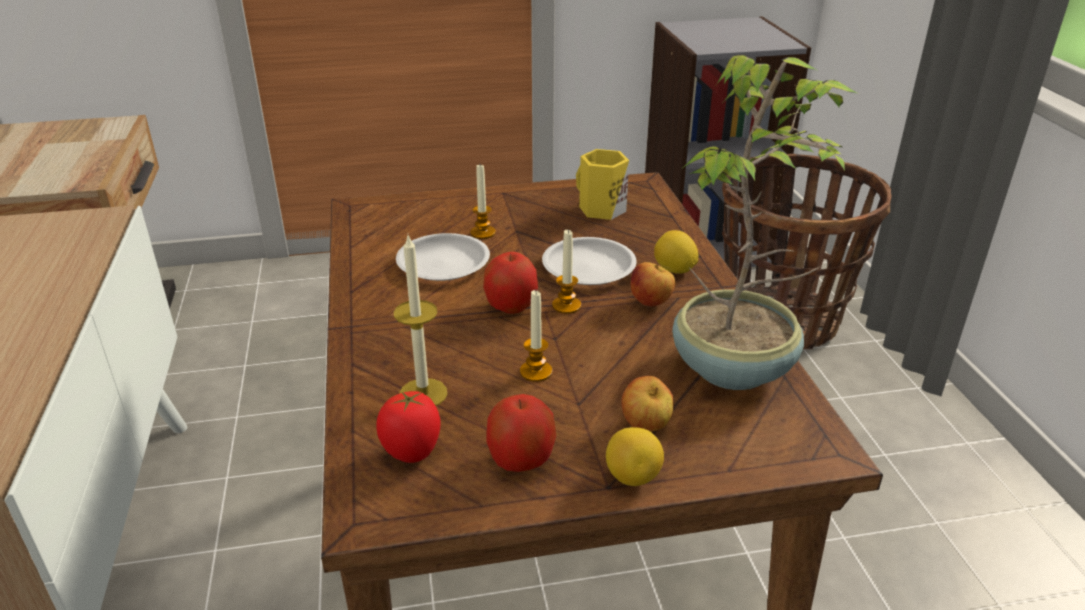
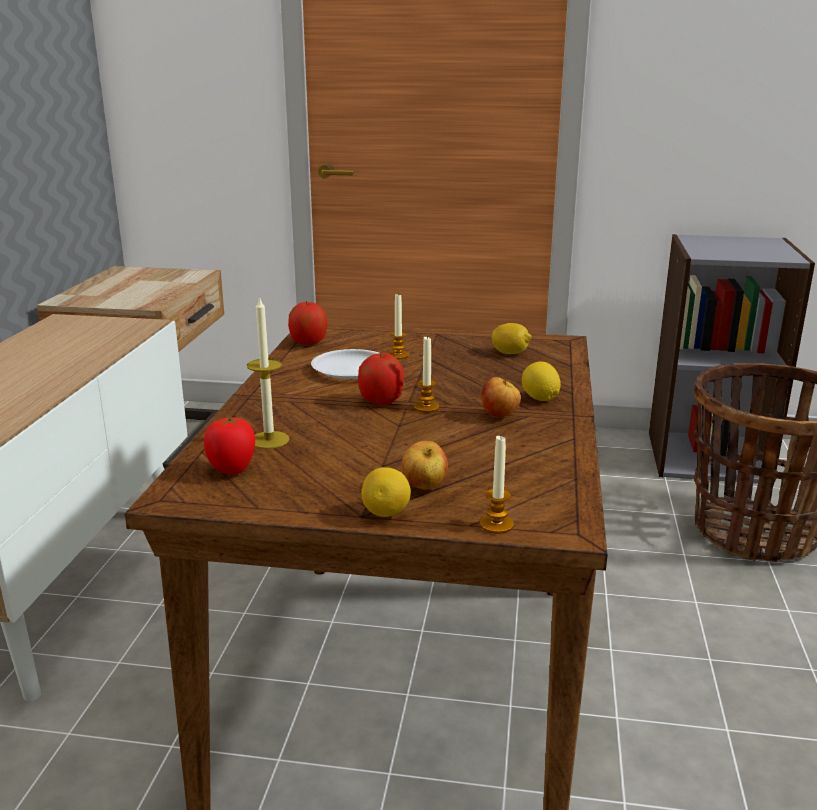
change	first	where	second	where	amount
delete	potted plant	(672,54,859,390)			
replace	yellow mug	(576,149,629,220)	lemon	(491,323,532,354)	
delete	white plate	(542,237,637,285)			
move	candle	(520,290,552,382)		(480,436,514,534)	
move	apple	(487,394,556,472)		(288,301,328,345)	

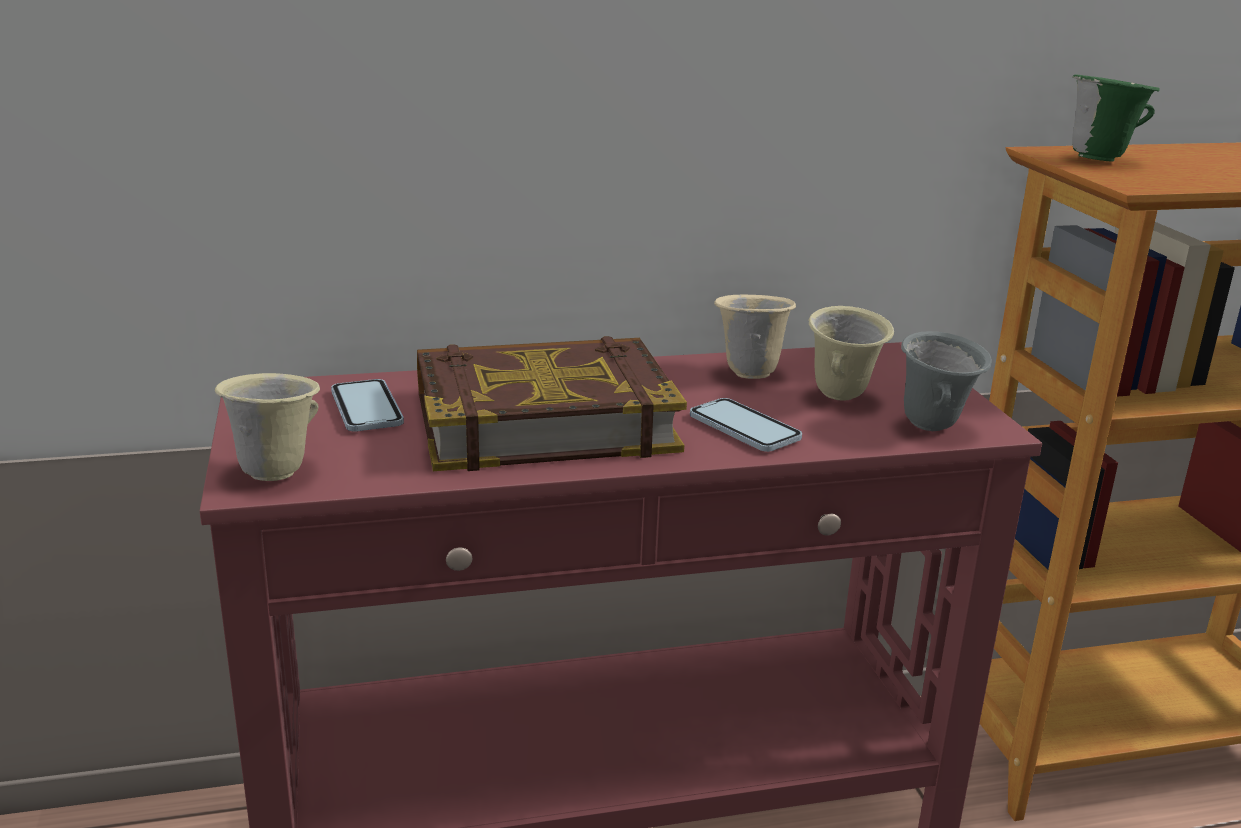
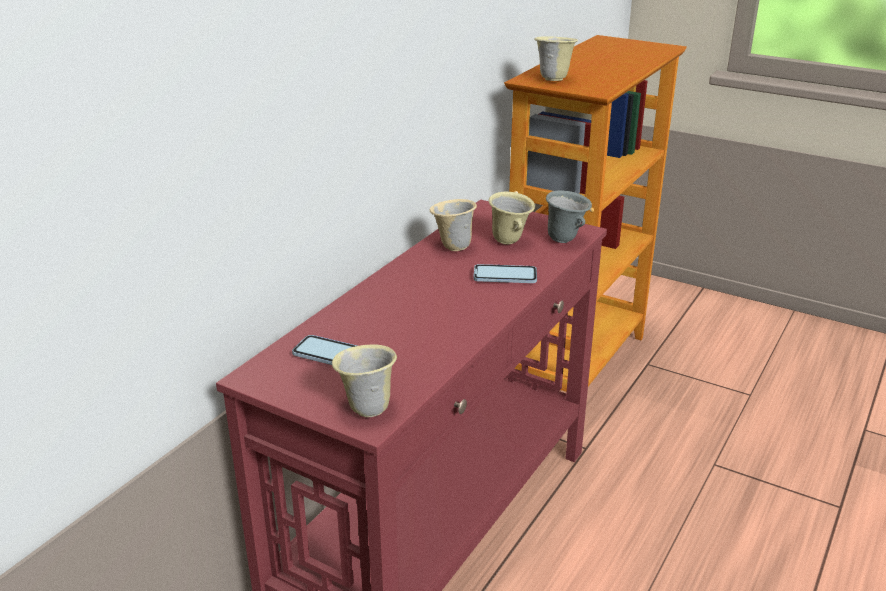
change	first	where	second	where	amount
recolor	green mug	(1072,74,1160,162)	beige mug	(534,36,578,81)	
delete	book	(417,336,687,471)			

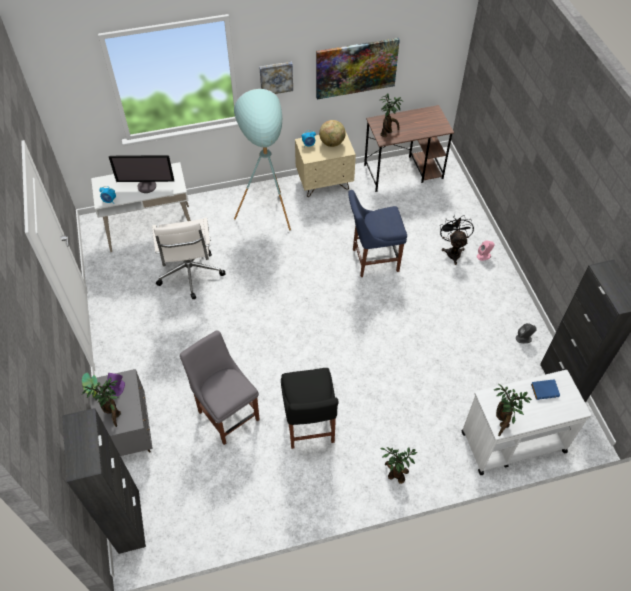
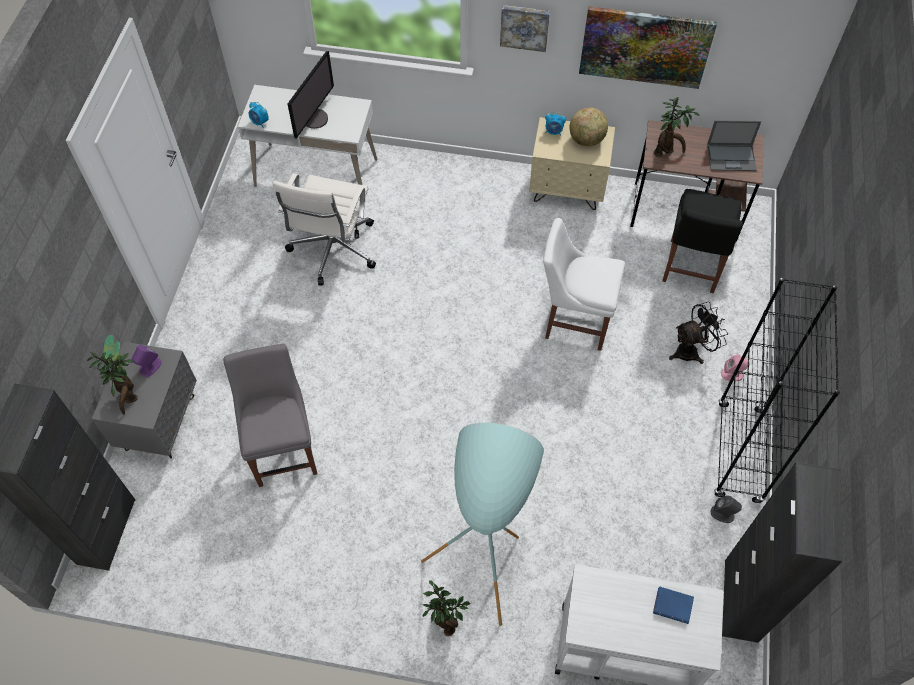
change	first	where	second	where	amount
move	turquoise floor lamp	(234,89,291,230)		(421,423,544,626)	
rotate	monitor	(109,155,175,193)		(287,51,334,139)	90 degrees counterclockwise
recolor	blue chair	(348,190,407,277)	white chair	(543,218,625,351)	
rotate	black fan	(440,215,474,265)		(669,301,728,364)	45 degrees clockwise
move	black chair	(281,368,339,449)		(662,189,743,293)	
delete	potted plant	(494,384,532,436)			
insert			laptop	(707,120,761,171)	
insert			black bookcase	(714,278,840,504)	

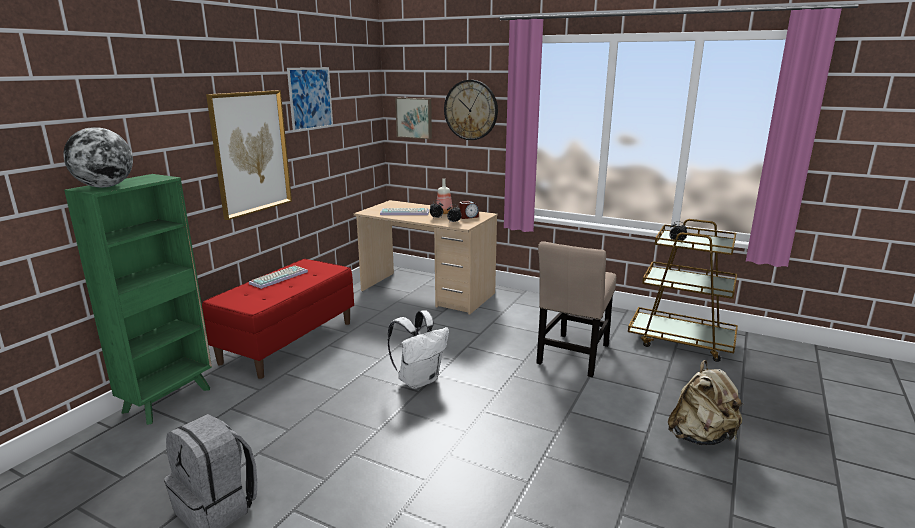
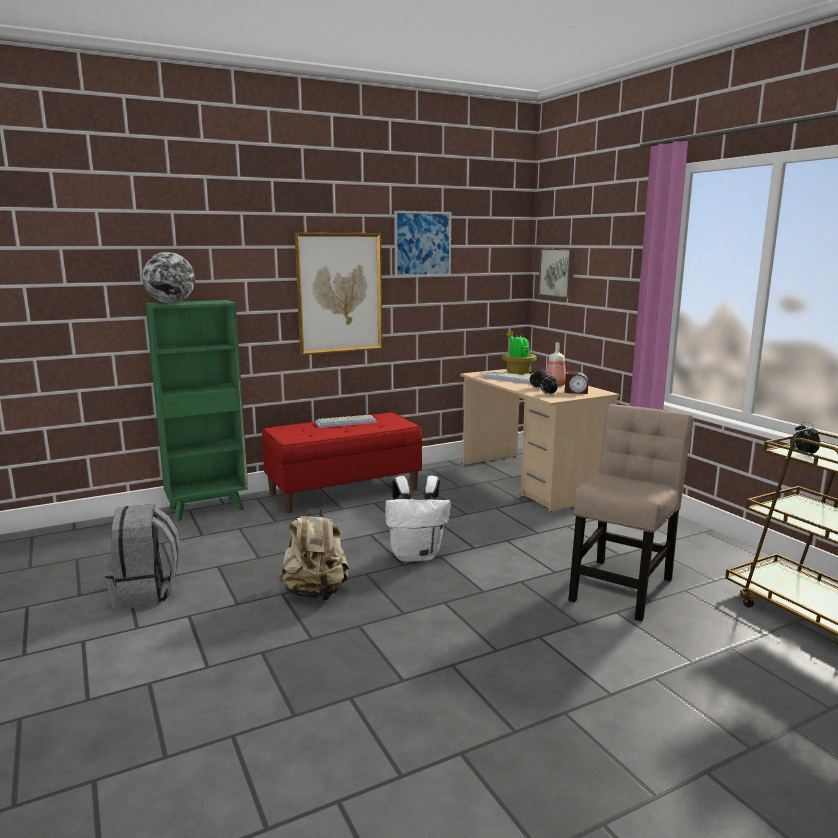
change	first	where	second	where	amount
delete	wall clock	(444,80,498,140)			
rotate	beige chair	(536,241,616,377)		(568,404,693,621)	150 degrees clockwise
move	beige backpack	(668,360,744,445)		(279,505,349,601)	
insert			potted plant	(502,331,537,374)	

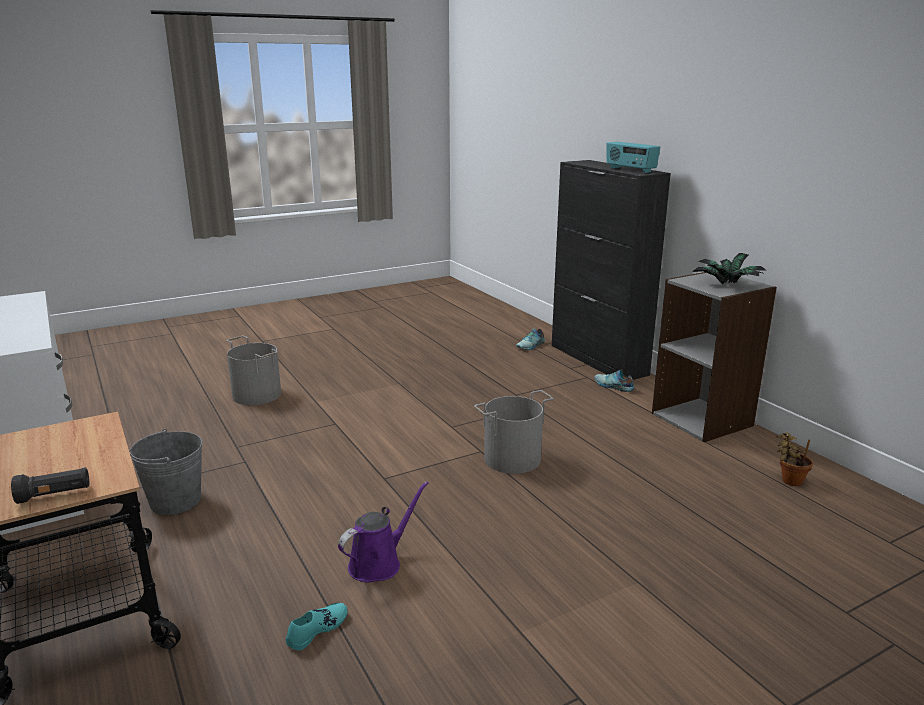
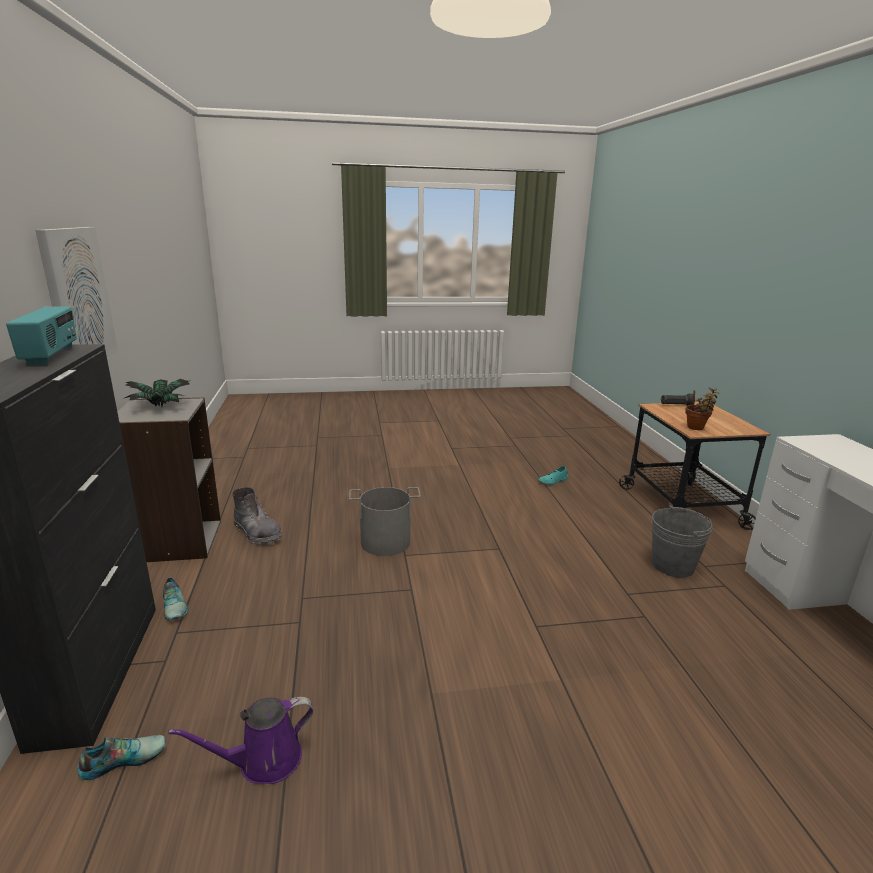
change	first	where	second	where	amount
delete	grey bucket	(226,336,281,405)			
move	potted plant	(777,432,813,486)		(685,388,720,430)	
move	purple watering can	(338,481,428,583)		(168,697,313,784)	
insert			picture	(35,227,118,357)	
insert			grey boot	(232,487,282,545)	

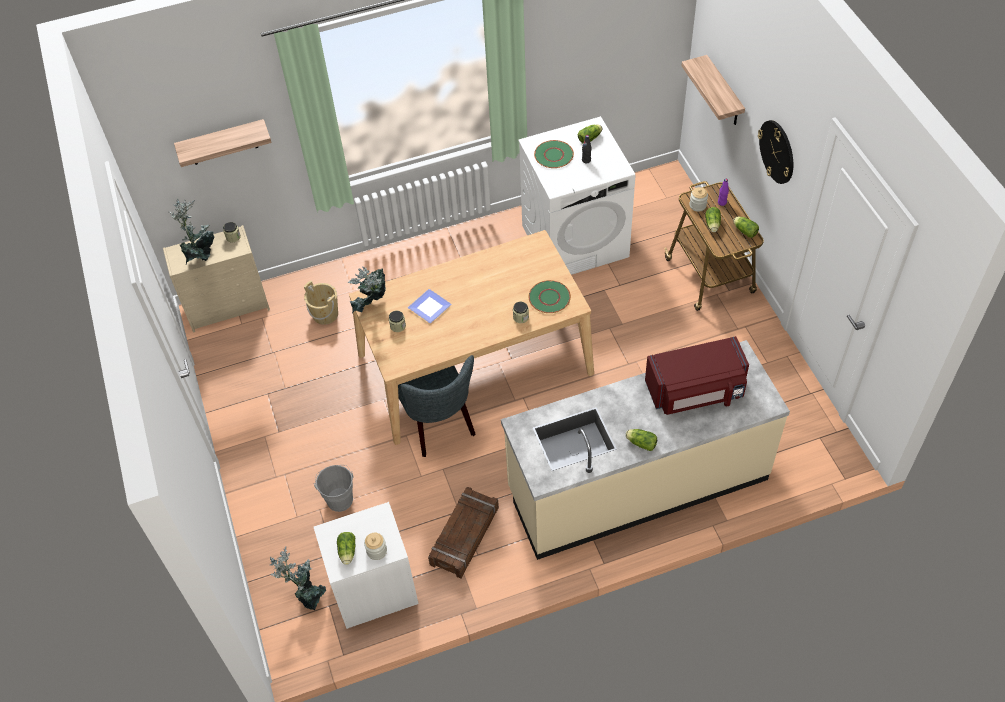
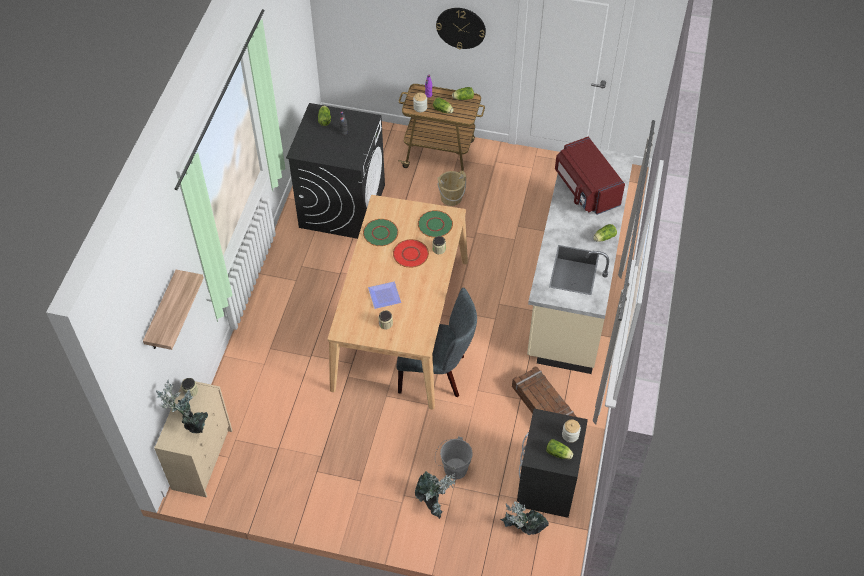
change	first	where	second	where	amount
delete	shelf	(681,55,745,125)			
recolor	white washing machine	(518,116,636,275)	black washing machine	(286,103,385,239)	
move	green plate	(534,140,574,168)		(363,219,398,246)	
move	potted plant	(348,266,386,313)		(415,471,456,519)	
move	beige bucket	(304,280,338,325)		(437,171,466,206)	
rotate	red microwave	(645,336,749,415)		(555,136,625,215)	135 degrees clockwise
recolor	white nightstand	(314,502,419,629)	black nightstand	(517,409,588,518)	
insert			red plate	(393,239,429,268)	

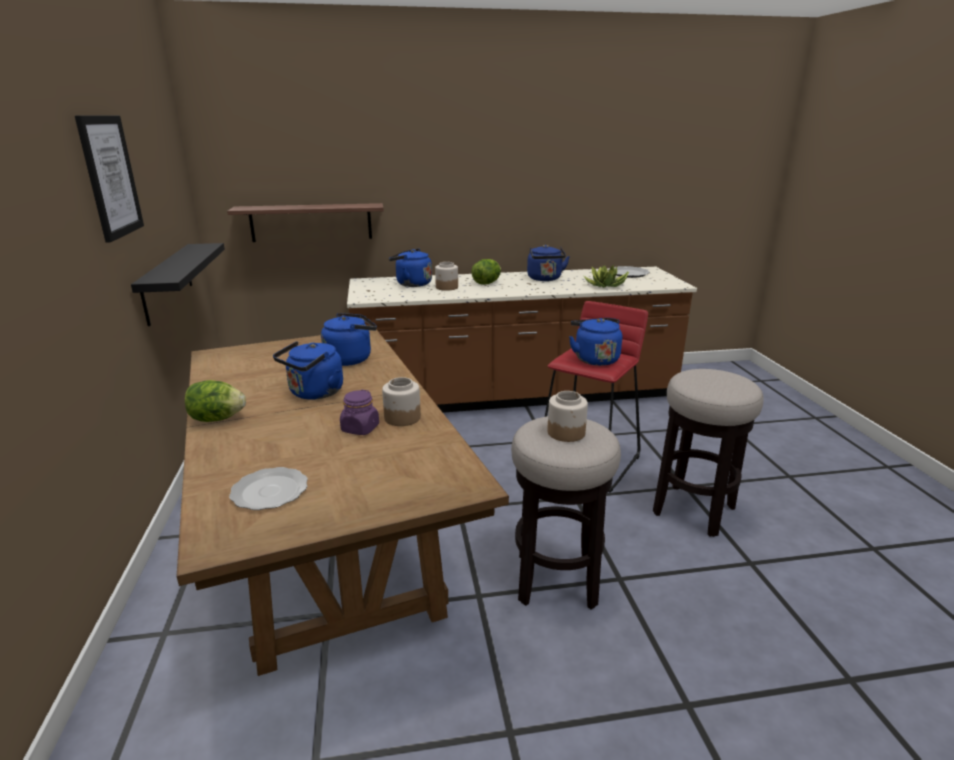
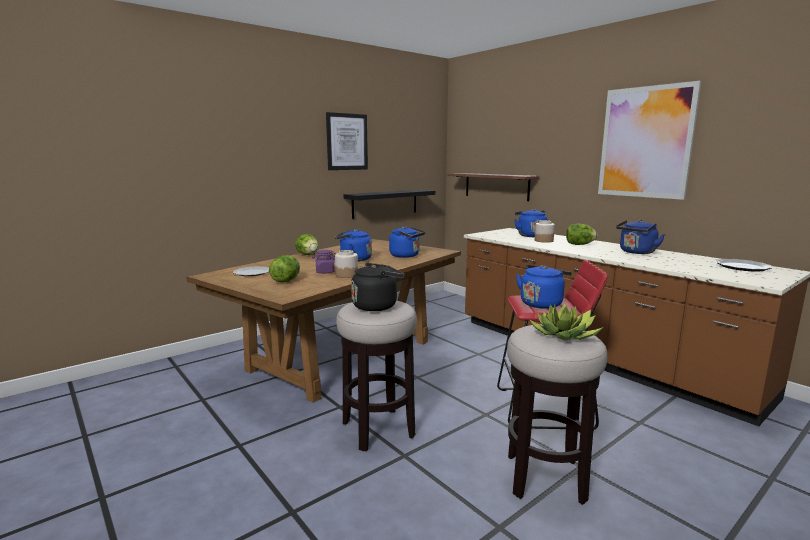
change	first	where	second	where	amount
move	potted plant	(584,265,629,288)		(529,303,604,340)	
replace	jar	(547,391,588,442)	black kettle	(351,263,405,311)	
insert			picture	(598,81,701,200)	
insert			lettuce	(269,255,300,282)	

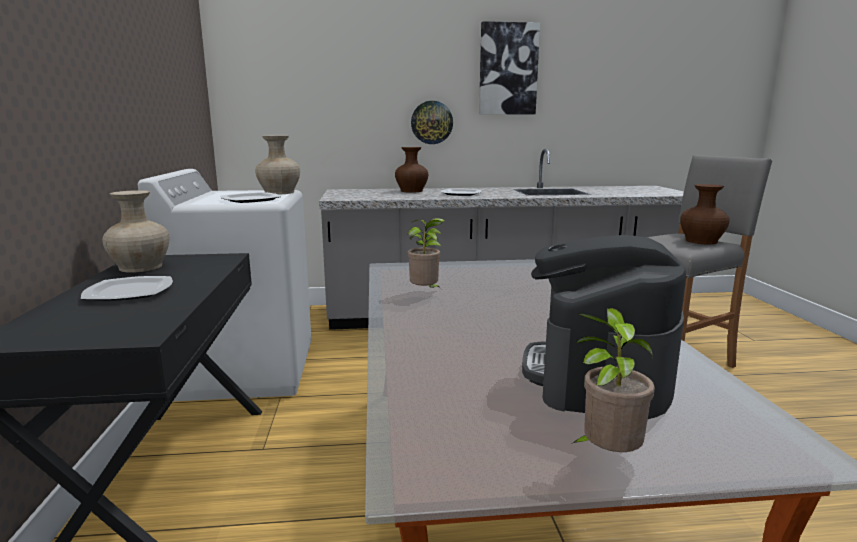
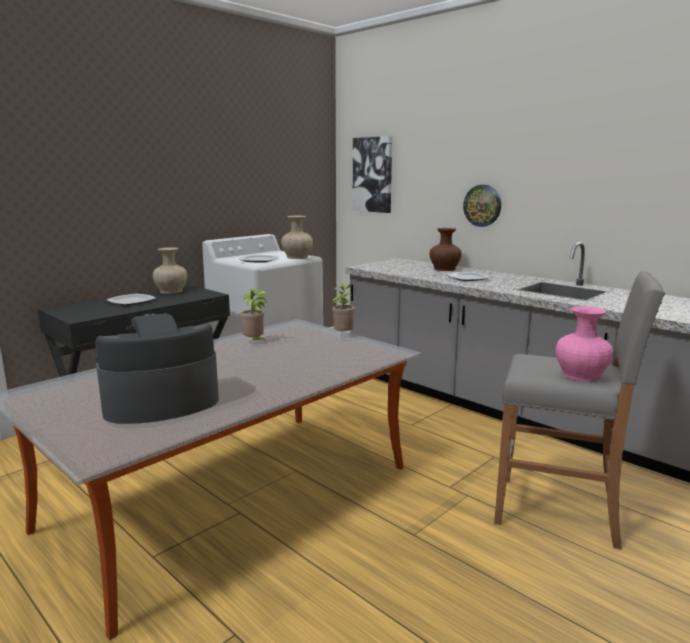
change	first	where	second	where	amount
move	picture	(479,21,540,114)		(353,136,392,213)	
recolor	brown vase	(680,184,729,244)	pink vase	(556,306,613,382)	
move	potted plant	(571,308,655,452)		(332,283,355,331)	

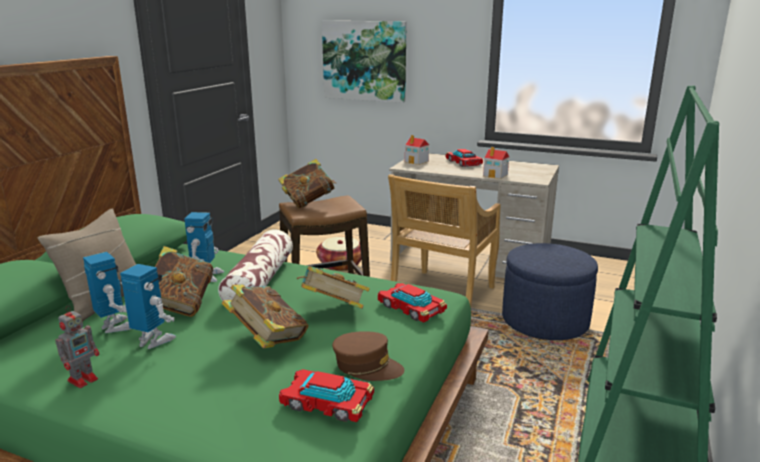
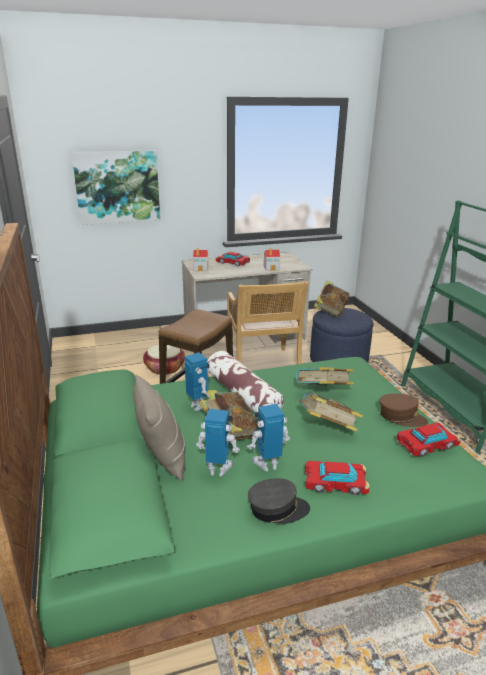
change	first	where	second	where	amount
move	book	(278,159,336,209)		(313,281,349,317)	
move	toy car	(378,283,447,323)		(305,461,370,495)	
replace	toy robot	(55,306,99,388)	grey cap	(248,478,310,524)	
rotate	brown cap	(332,331,404,381)		(379,394,428,427)	45 degrees clockwise

